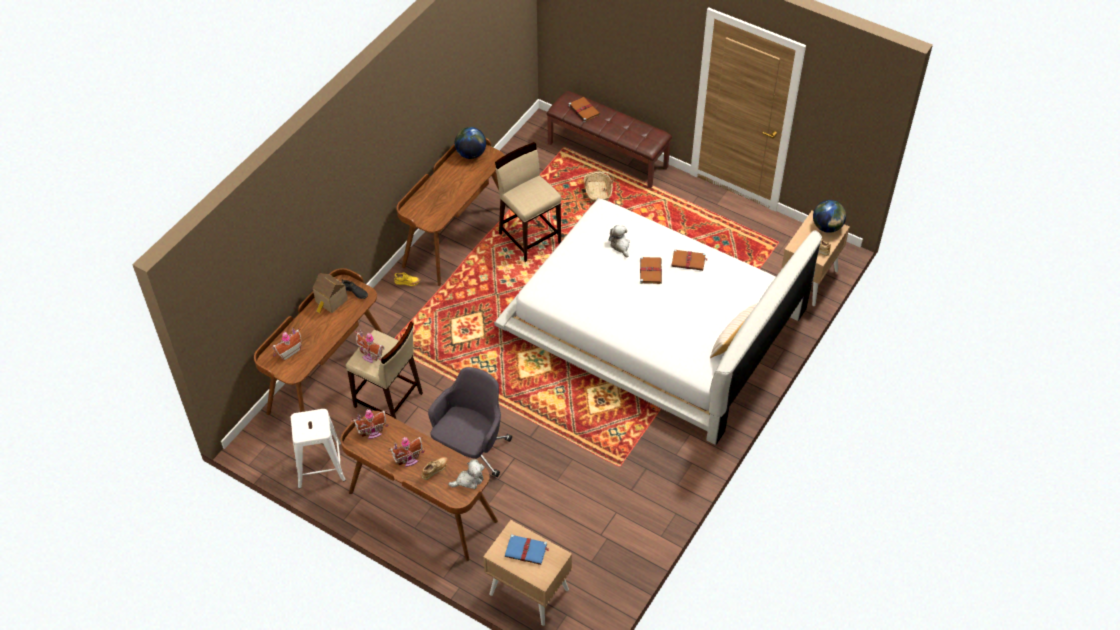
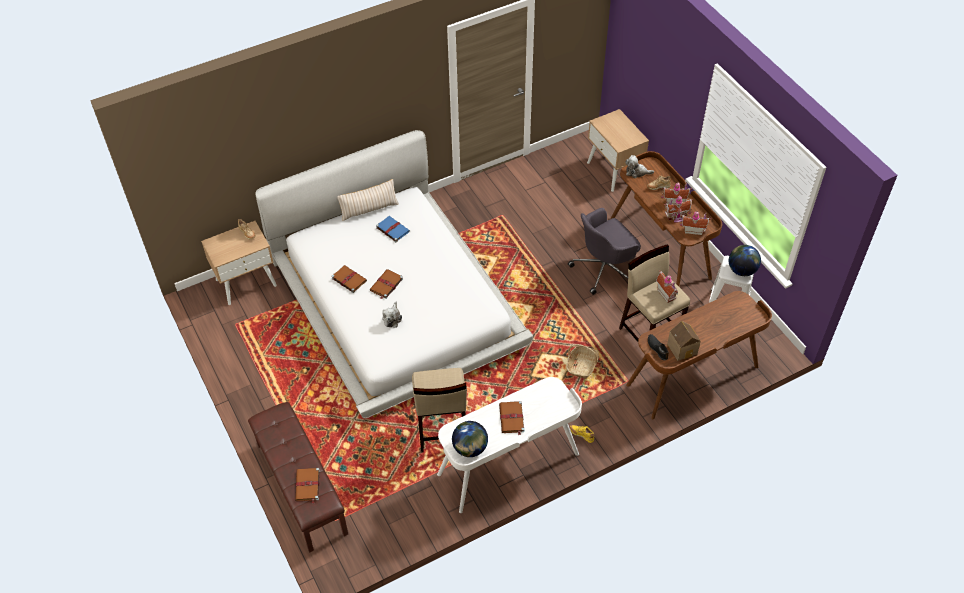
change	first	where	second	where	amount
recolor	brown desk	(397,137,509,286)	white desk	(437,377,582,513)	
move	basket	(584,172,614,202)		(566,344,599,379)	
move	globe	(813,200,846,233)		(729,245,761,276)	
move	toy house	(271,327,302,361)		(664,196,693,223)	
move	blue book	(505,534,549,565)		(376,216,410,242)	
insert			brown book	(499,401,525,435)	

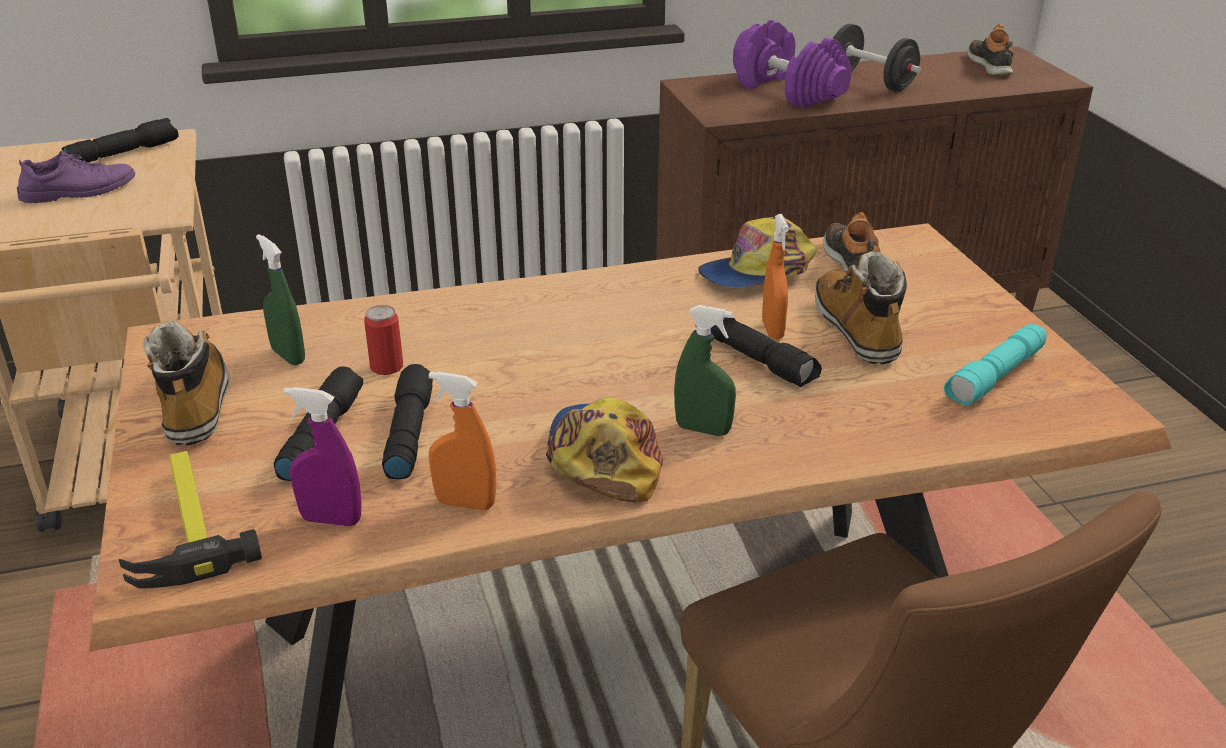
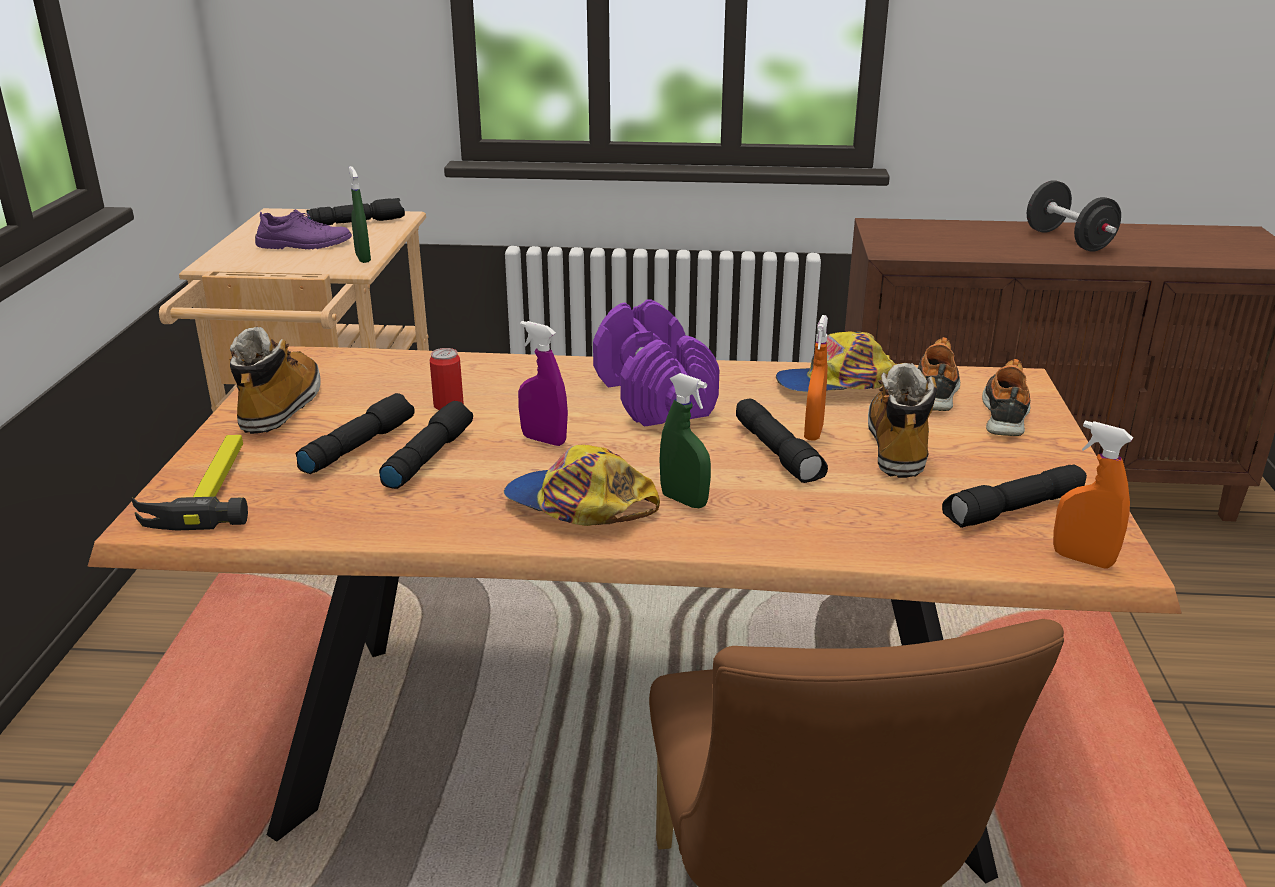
change	first	where	second	where	amount
move	purple dumbbell	(733,20,852,108)		(593,300,719,427)	
move	shoe	(968,24,1014,76)		(982,359,1030,436)	
move	green spray bottle	(256,234,305,365)		(349,166,371,263)	
recolor	turquoise flashlight	(944,324,1046,406)	black flashlight	(942,465,1087,528)	
move	orange spray bottle	(429,372,496,511)		(1053,421,1133,569)	
move	purple spray bottle	(283,387,361,526)		(518,321,568,446)	
rotate	cap	(546,397,663,503)		(504,445,660,526)	75 degrees counterclockwise

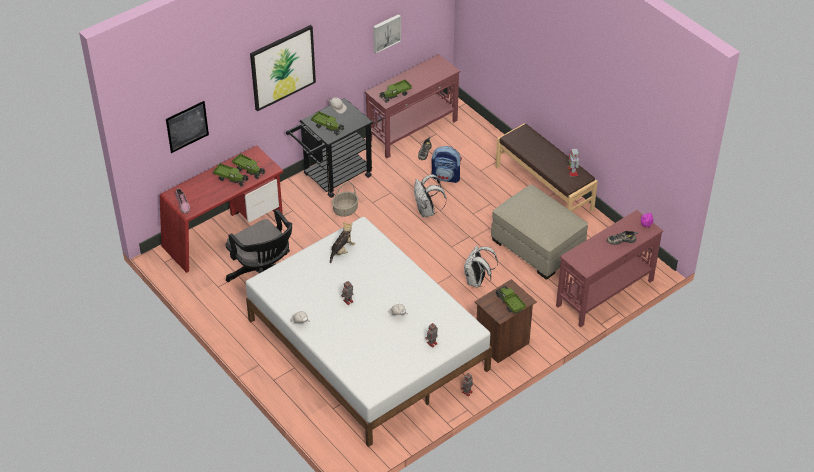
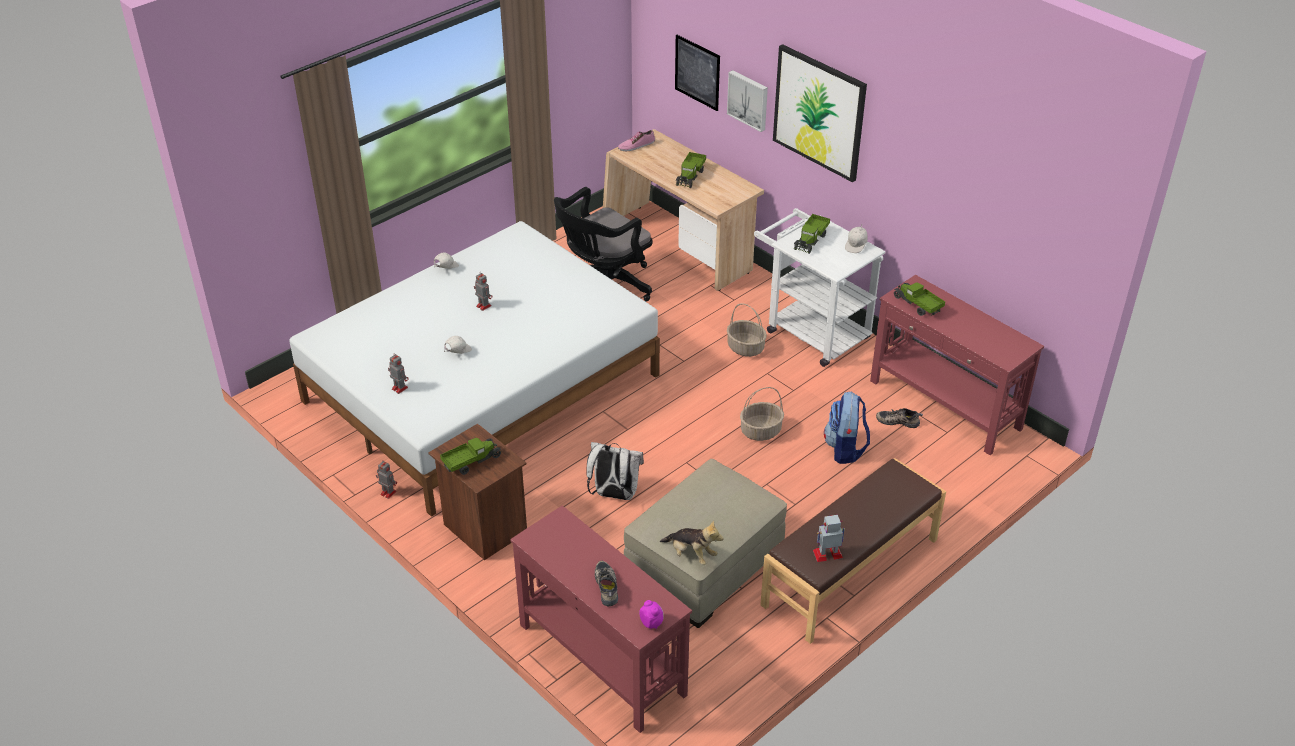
change	first	where	second	where	amount
move	picture	(373,14,401,53)		(727,70,768,132)	
recolor	black cart	(286,98,373,198)	white cart	(754,208,885,367)	
recolor	red desk	(160,145,283,273)	beige desk	(603,129,764,291)	
delete	toy truck	(232,153,265,179)			
replace	white backpack	(414,174,447,217)	basket	(740,387,784,441)	
move	plush toy	(330,222,355,263)		(660,520,723,565)	

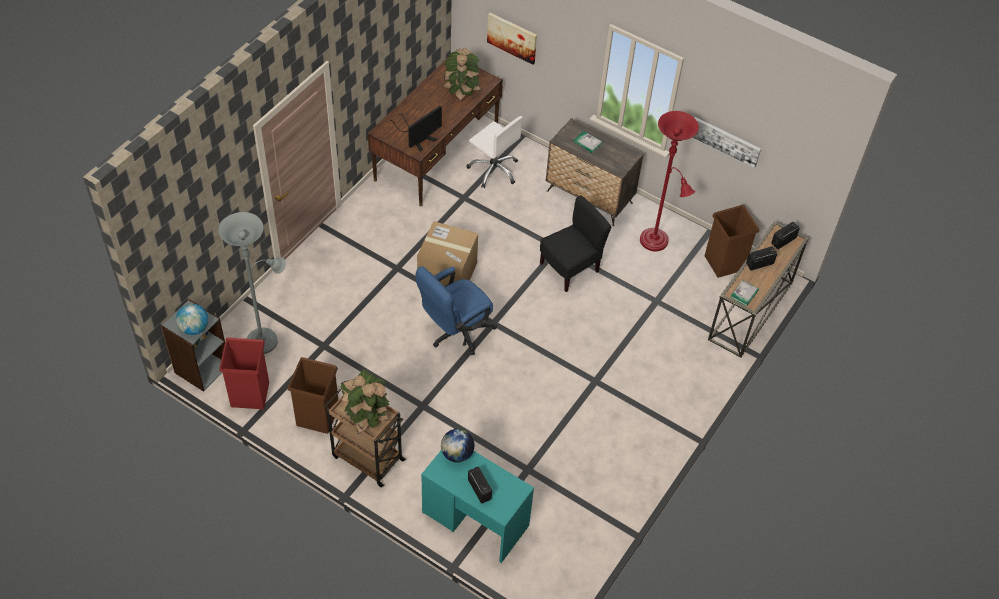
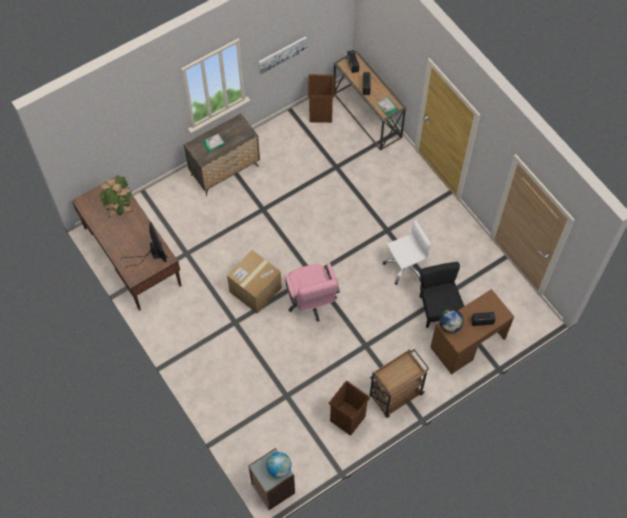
change	first	where	second	where	amount
delete	picture	(487,13,537,65)			
delete	red floor lamp	(640,111,699,251)			
move	white office chair	(467,116,523,188)		(383,219,431,285)	
move	black chair	(540,195,611,292)		(419,262,464,328)	
delete	grey floor lamp	(219,212,286,354)			
recolor	blue office chair	(416,266,497,355)	pink office chair	(285,263,340,321)	
delete	red trash can	(219,337,269,409)			
delete	potted plant	(340,369,390,434)			
recolor	turquoise desk	(421,450,534,563)	brown desk	(431,289,514,375)	

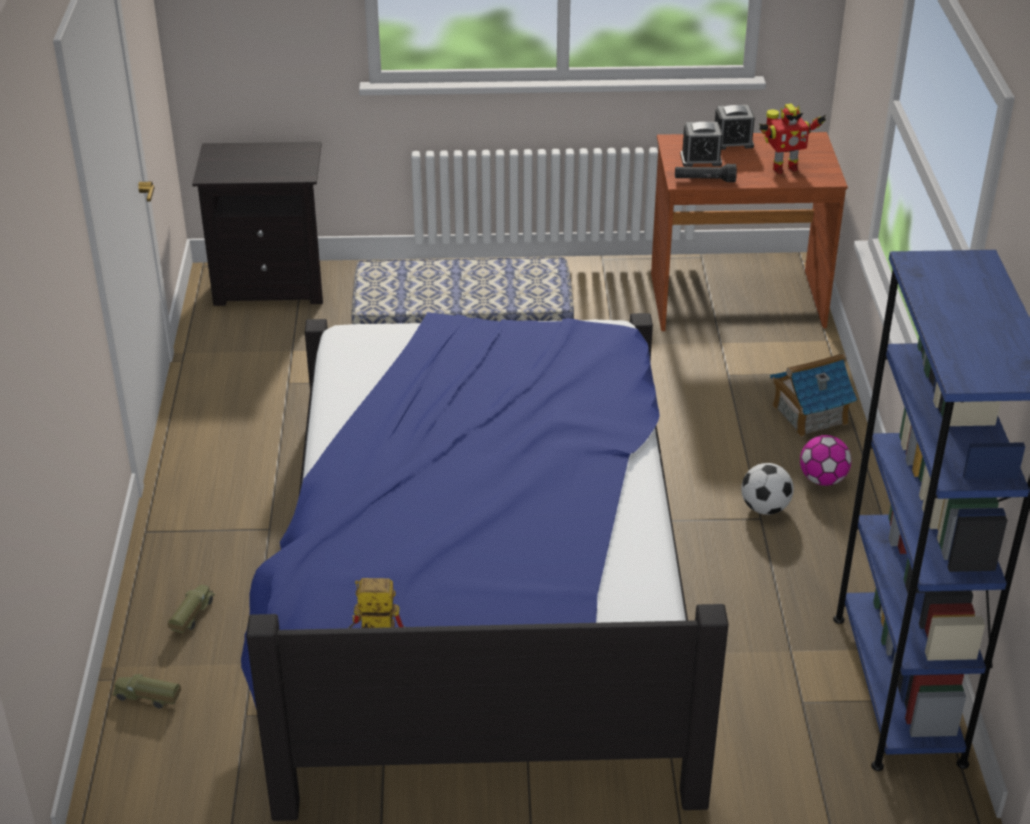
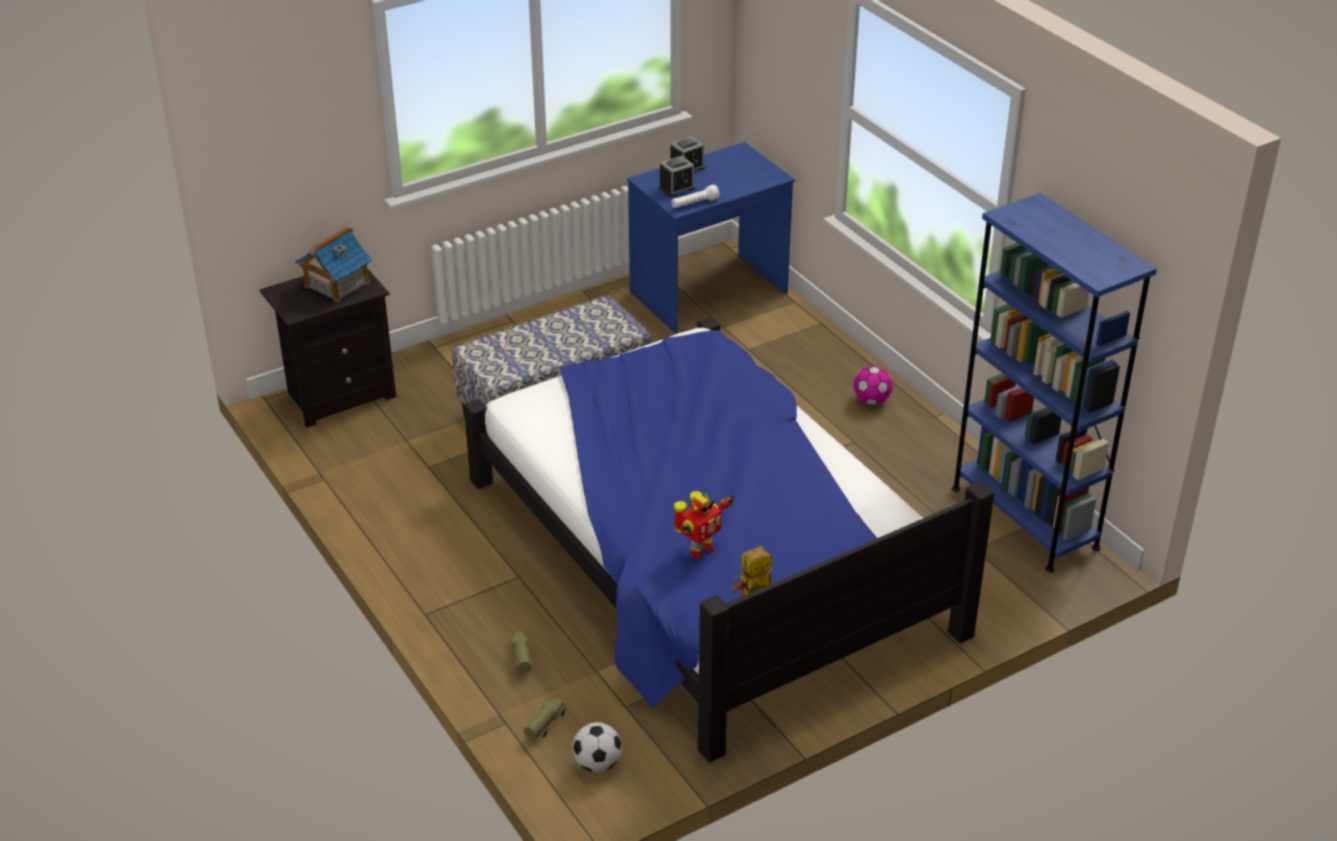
change	first	where	second	where	amount
move	toy robot	(759,104,826,174)		(674,491,735,560)	
recolor	brown desk	(651,132,848,331)	blue desk	(627,142,795,333)	
recolor	black flashlight	(675,164,737,182)	white flashlight	(671,185,719,208)	
move	toy house	(770,353,857,437)		(295,226,372,303)	
move	football	(741,463,794,515)		(572,722,622,772)	
rotate	toy truck	(113,674,181,708)		(524,698,567,740)	135 degrees clockwise

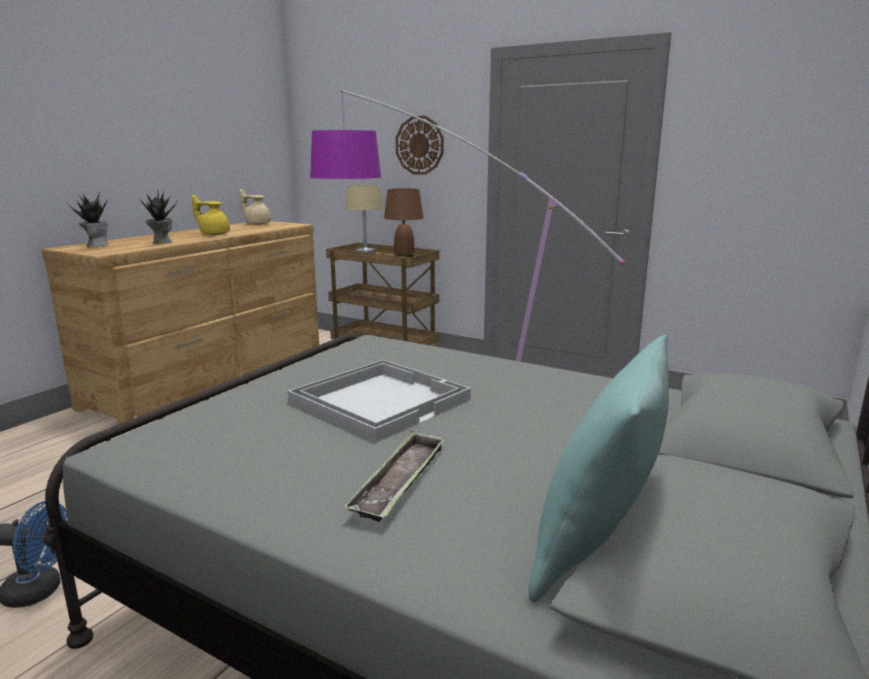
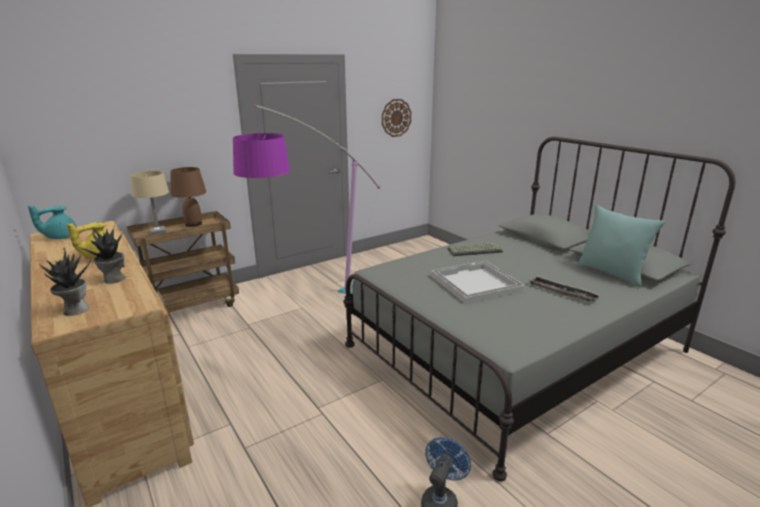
change	first	where	second	where	amount
move	wall clock	(396,116,444,175)		(382,99,411,137)	
recolor	beige teapot	(240,189,271,225)	turquoise teapot	(28,205,77,239)	
insert			keyboard	(447,243,503,256)	

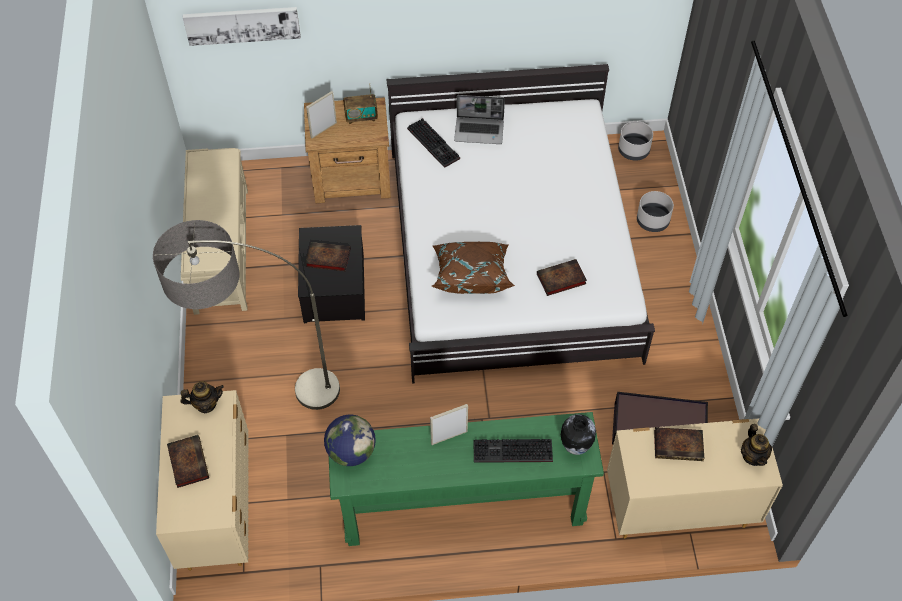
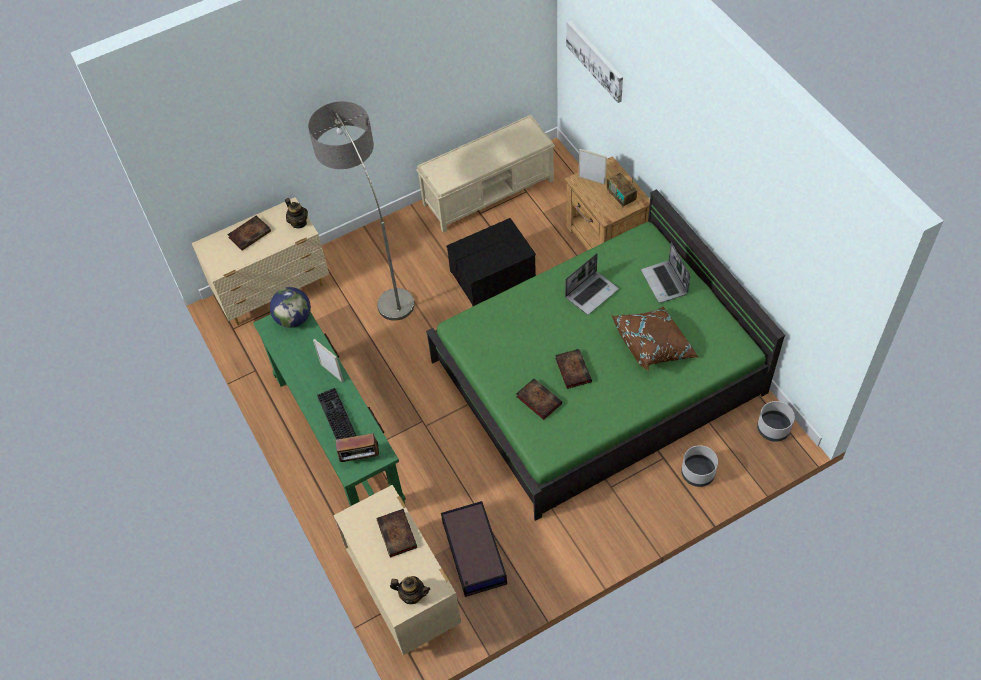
change	first	where	second	where	amount
recolor	white bed	(387,64,655,384)	green bed	(426,189,785,521)	
delete	keyboard	(407,118,460,168)			
move	book	(305,242,351,271)		(555,349,592,389)	
move	brown pillow	(432,242,515,294)		(611,306,698,371)	
replace	vase	(561,414,596,455)	radio	(335,433,381,462)	
rotate	teapot	(741,424,772,466)		(390,576,430,604)	135 degrees counterclockwise
insert			laptop	(565,254,619,315)	

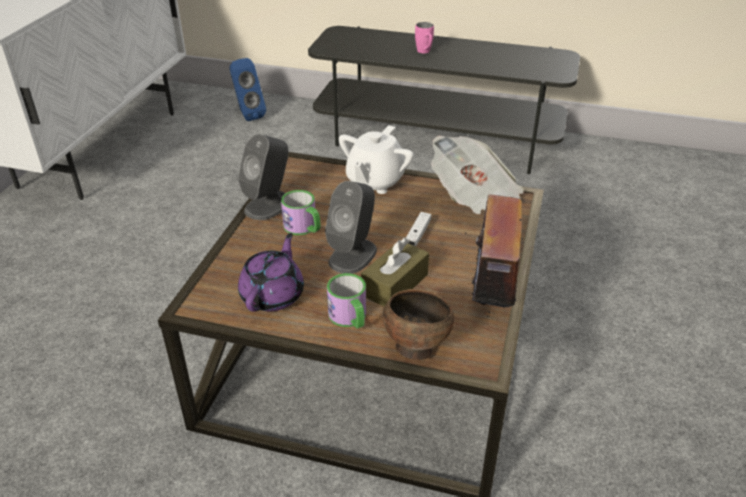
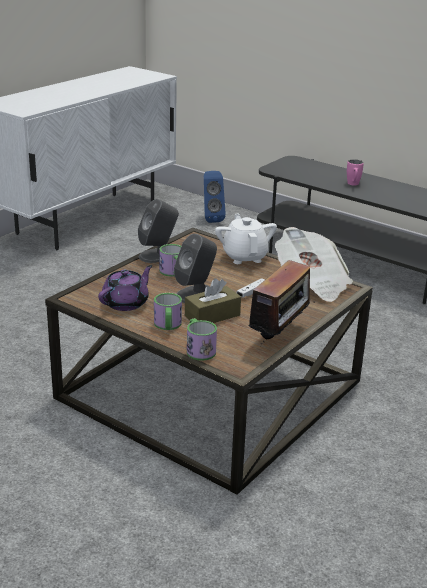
change	first	where	second	where	amount
rotate	white teapot	(339,125,414,194)		(215,213,277,264)	120 degrees clockwise
replace	brown bowl	(383,289,454,360)	mug	(187,318,217,361)	

